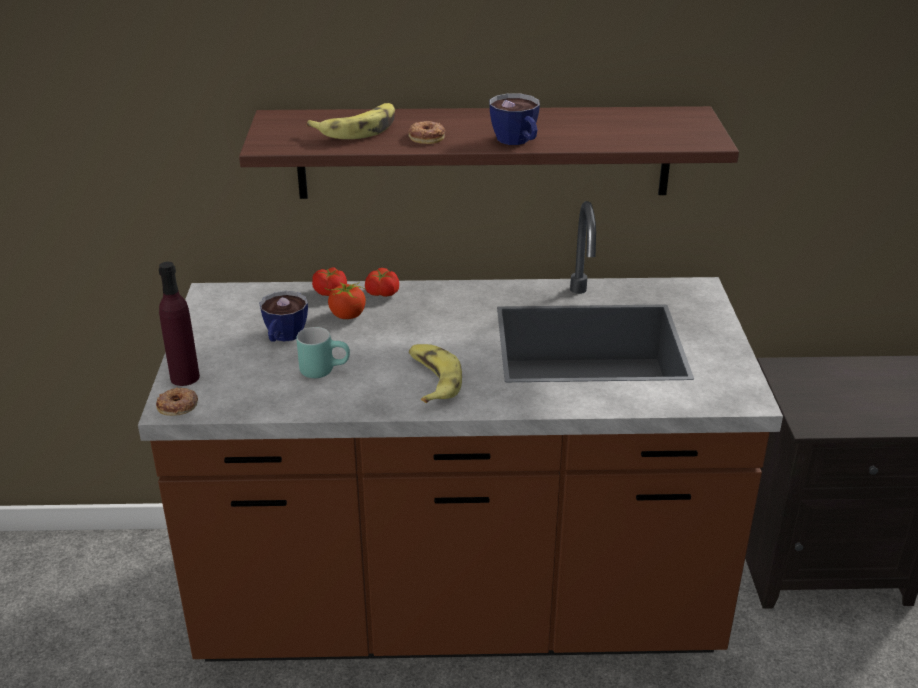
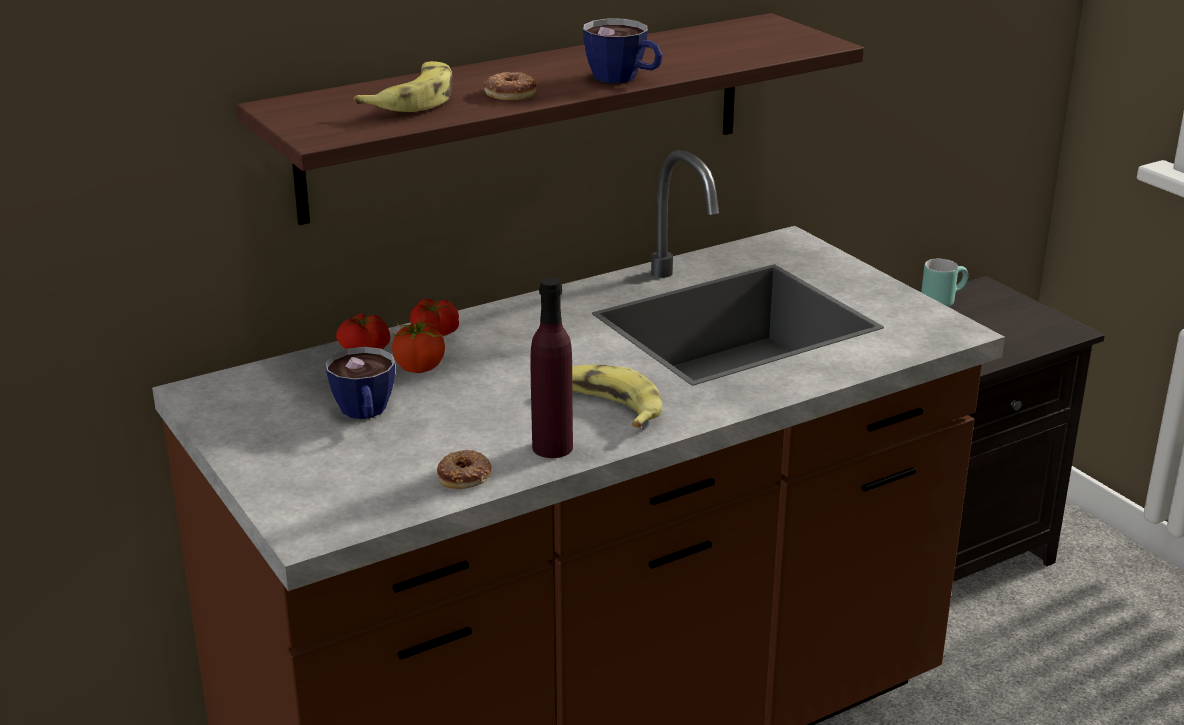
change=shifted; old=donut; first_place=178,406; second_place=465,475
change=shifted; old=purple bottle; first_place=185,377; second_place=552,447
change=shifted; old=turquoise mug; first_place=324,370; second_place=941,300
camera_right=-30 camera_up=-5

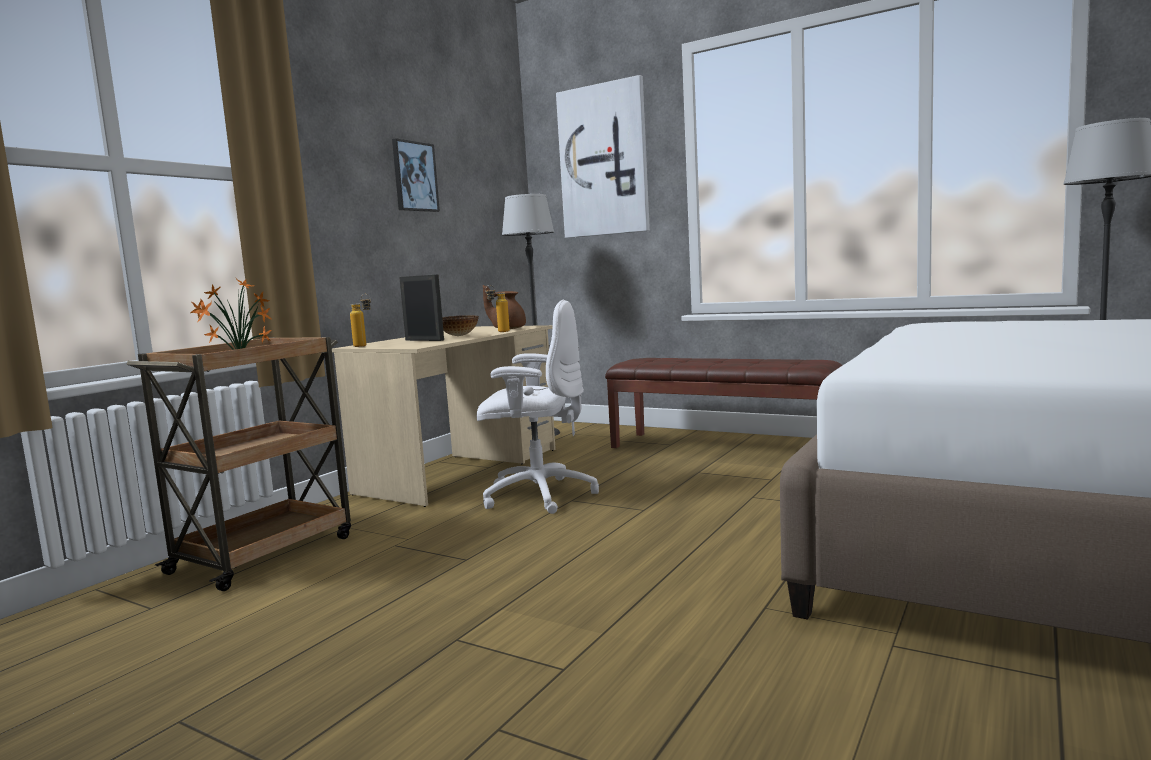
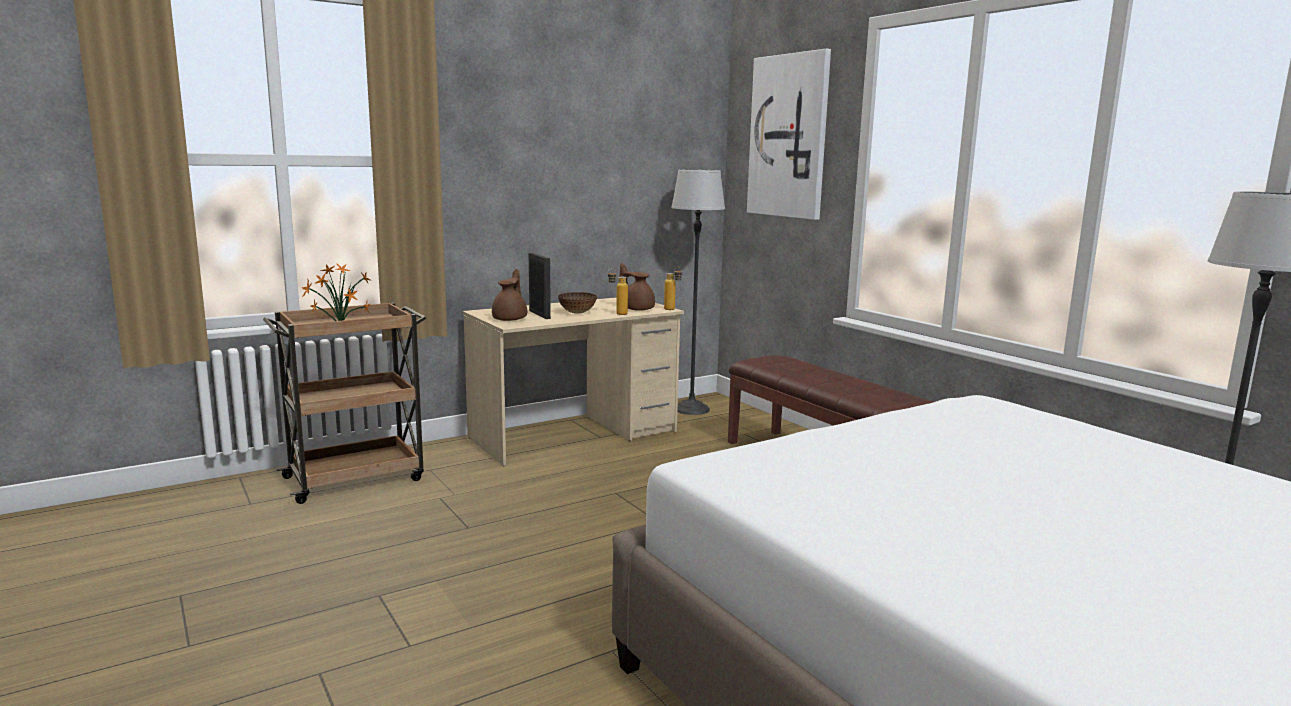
change=new; new=brown teapot; second_place=511,319
change=shifted; old=bottle; first_place=364,346; second_place=673,310
change=gone; old=picture; first_place=414,176
change=gone; old=white office chair; first_place=537,495
camera_right=25 camera_up=5

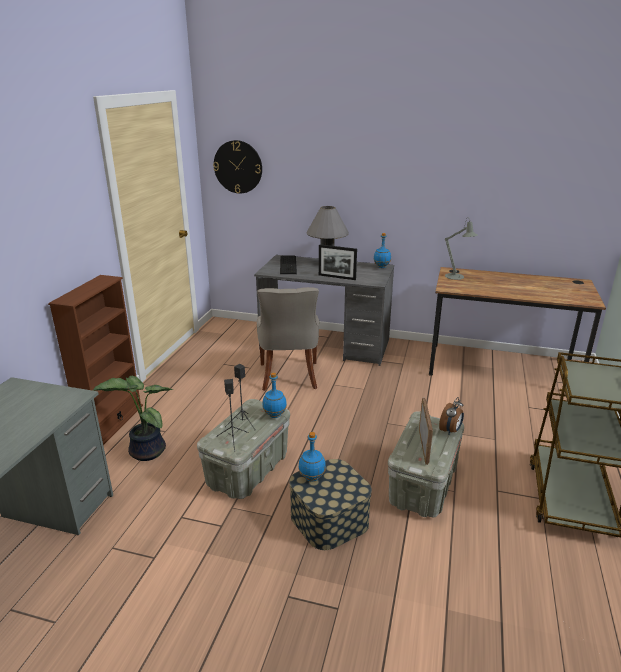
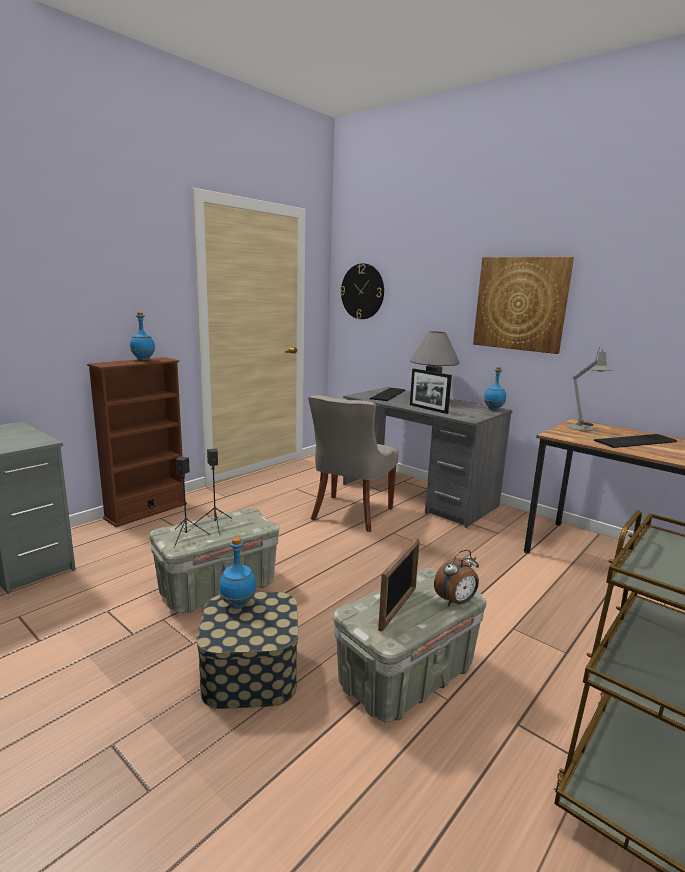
change=shifted; old=blue bottle; first_place=275,415; second_place=143,360
change=new; new=picture; second_place=520,304
change=new; new=keyboard; second_place=637,441
change=gone; old=potted plant; first_place=145,451
camera_right=25 camera_up=-10

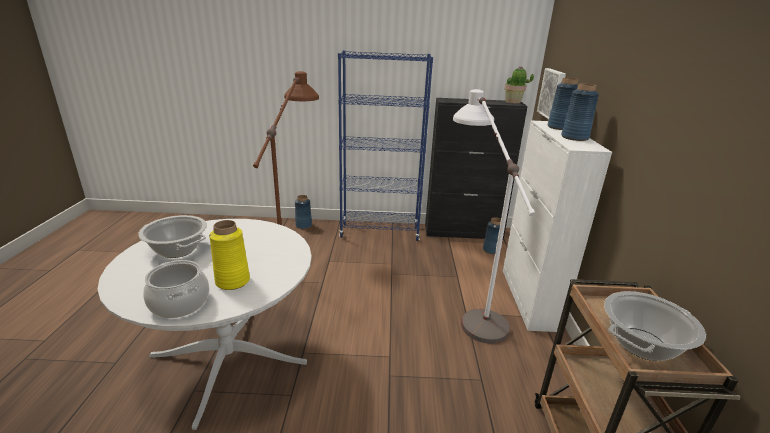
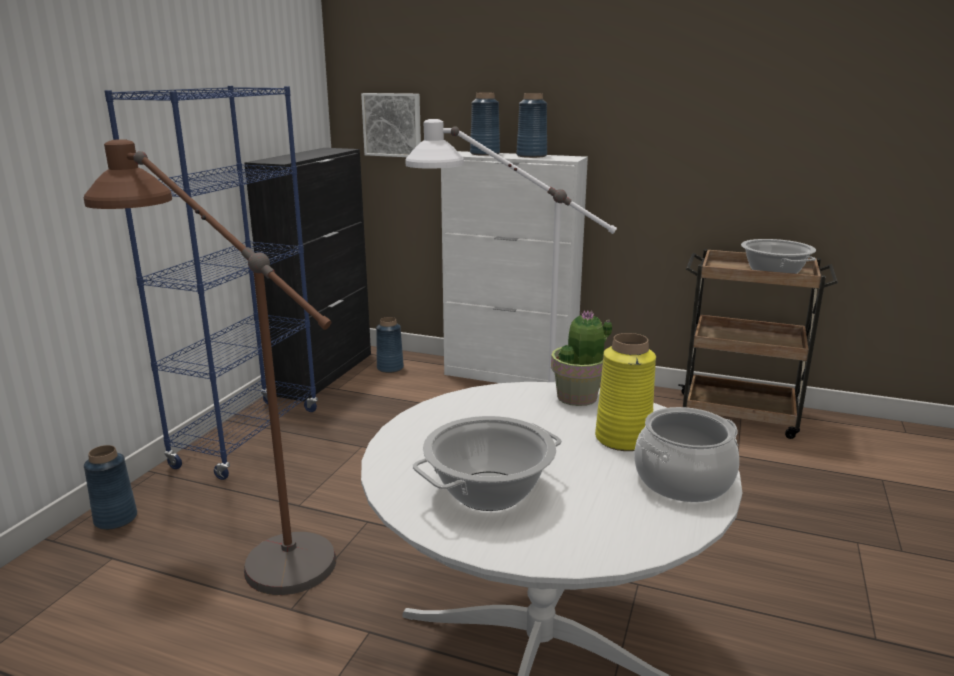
change=shifted; old=potted plant; first_place=513,102; second_place=578,397
camera_right=-70 camera_up=-5

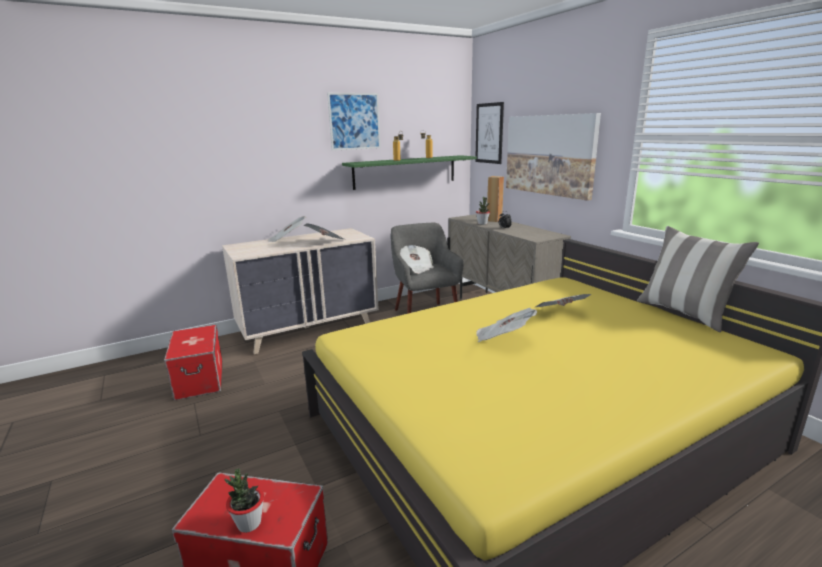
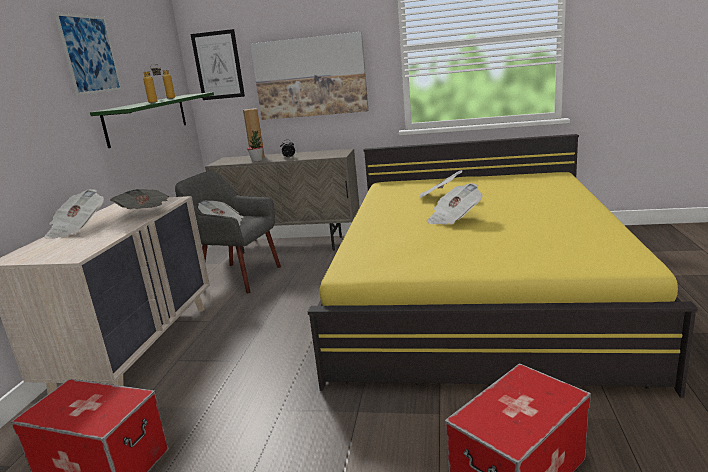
change=gone; old=potted plant; first_place=249,523
change=gone; old=pillow; first_place=684,313
camera_right=-50 camera_up=0

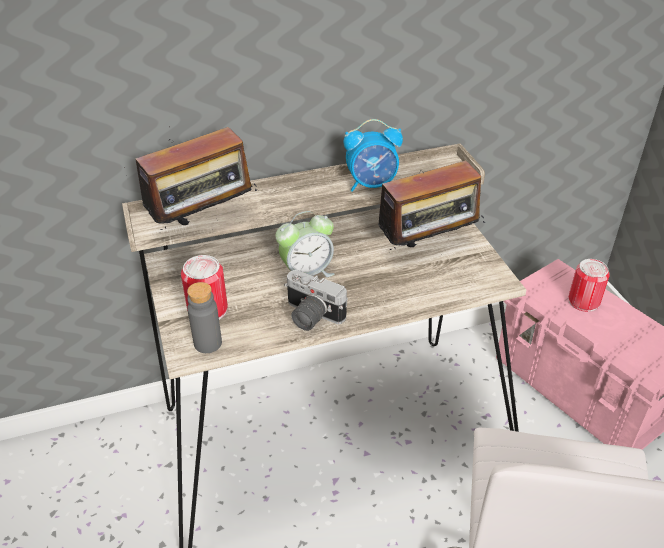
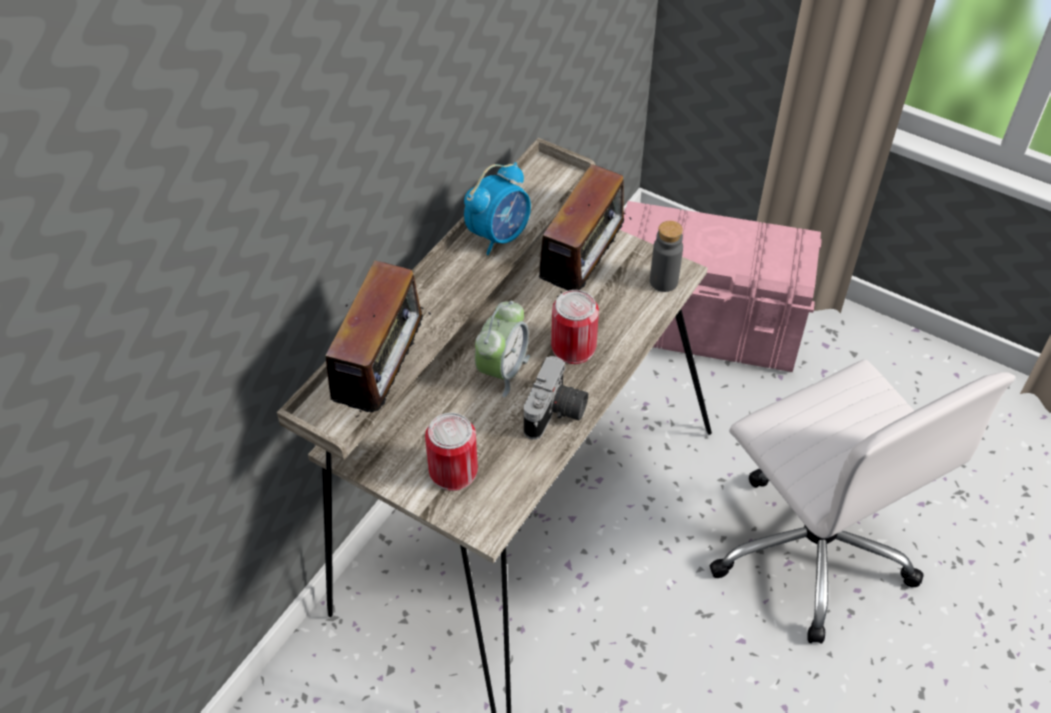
change=rotated; old=photo camera; first_place=310,316; second_place=556,414; degrees=-60
change=shifted; old=can; first_place=583,301; second_place=573,347
change=shifted; old=grey bottle; first_place=208,343; second_place=663,281
camera_right=-40 camera_up=10

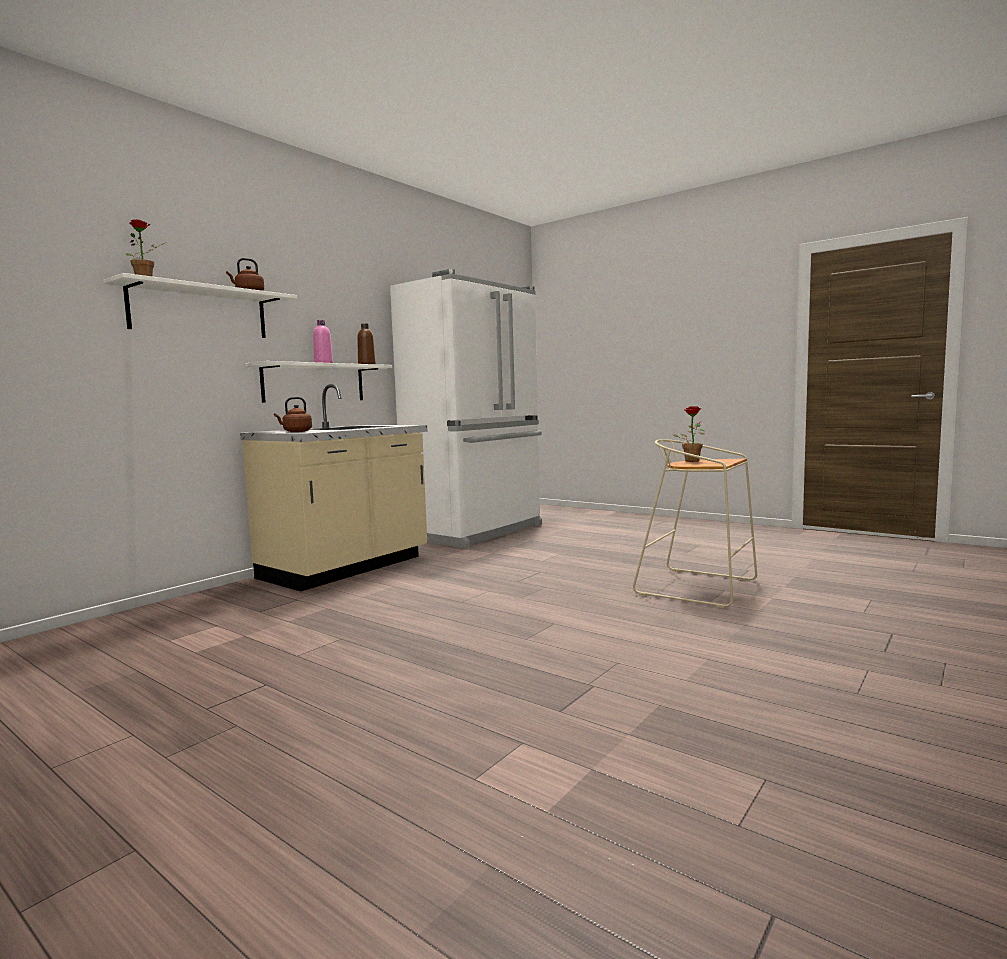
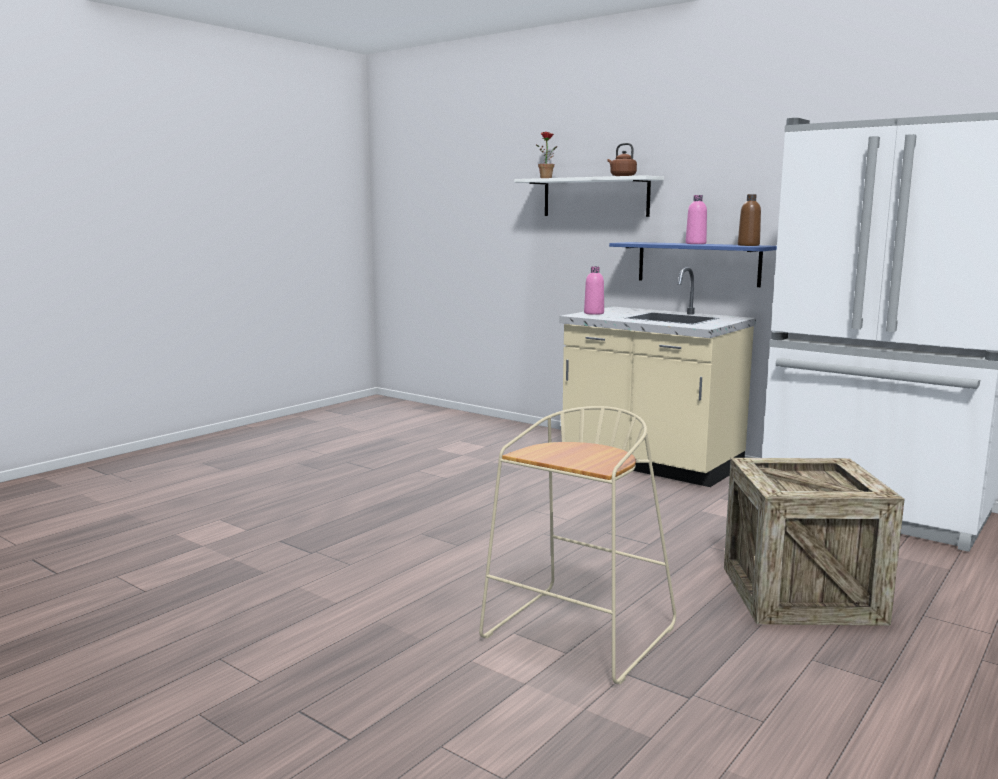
change=swapped; old=brown kettle; new=pink bottle; first_place=296,432; second_place=594,313
change=repainted; old=white shelf; new=blue shelf; first_place=314,383; second_place=698,263
change=new; new=crate; second_place=801,594
change=gone; old=potted plant; first_place=691,460
camera_right=90 camera_up=5

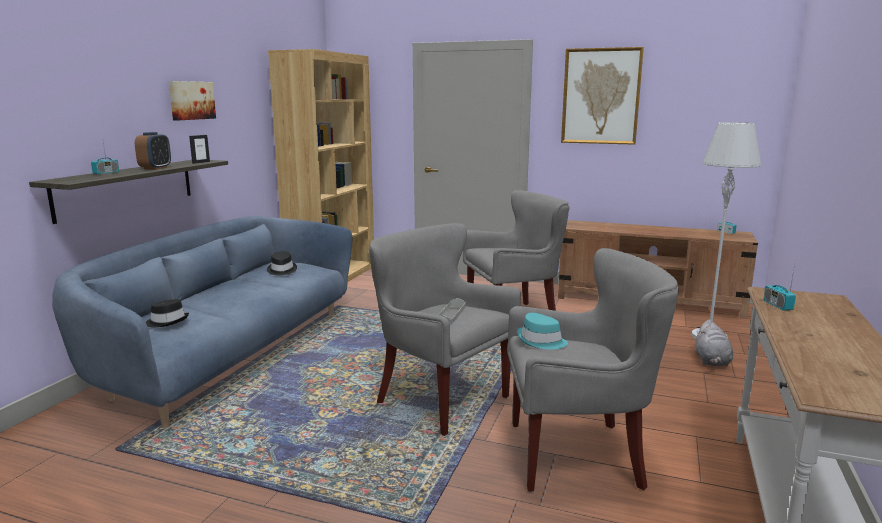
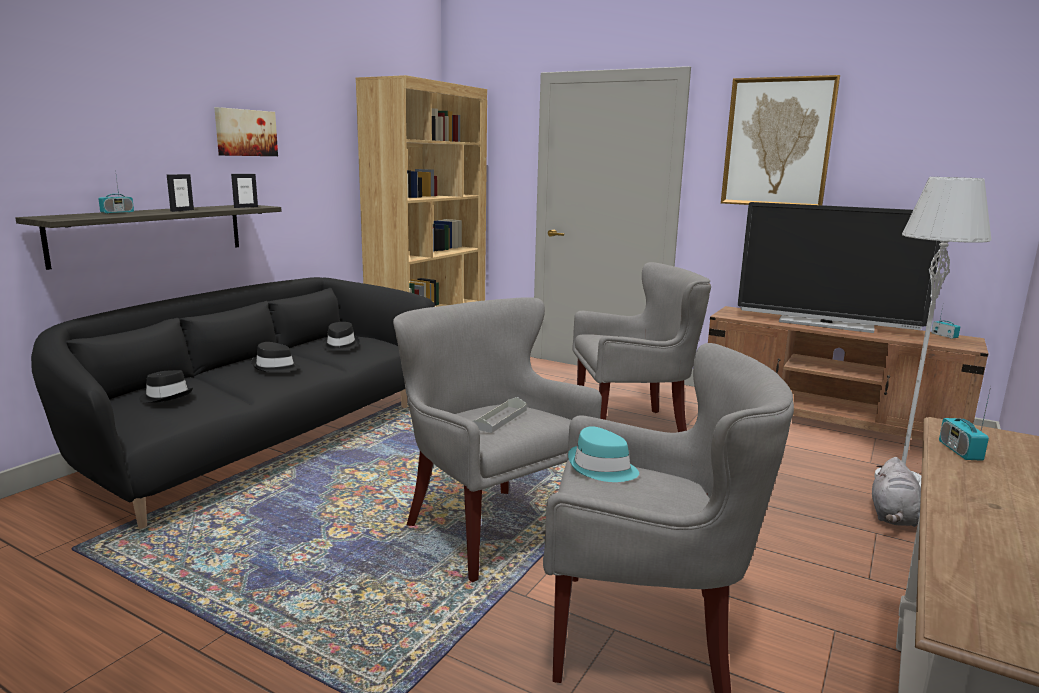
change=repainted; old=blue sofa; new=black sofa; first_place=229,355; second_place=262,444
change=swapped; old=alarm clock; new=picture frame; first_place=155,168; second_place=182,210
change=new; new=black hat; second_place=275,367
change=new; new=television; second_place=825,324
camera_right=10 camera_up=0

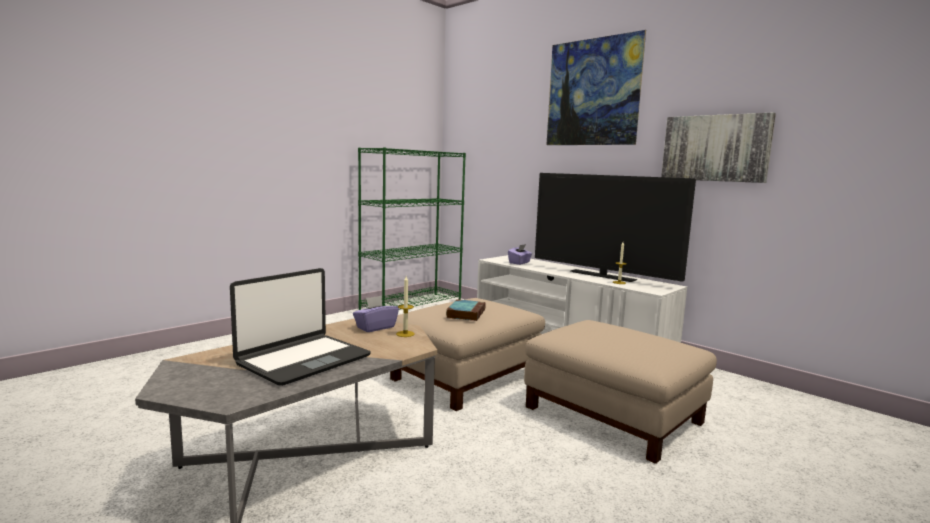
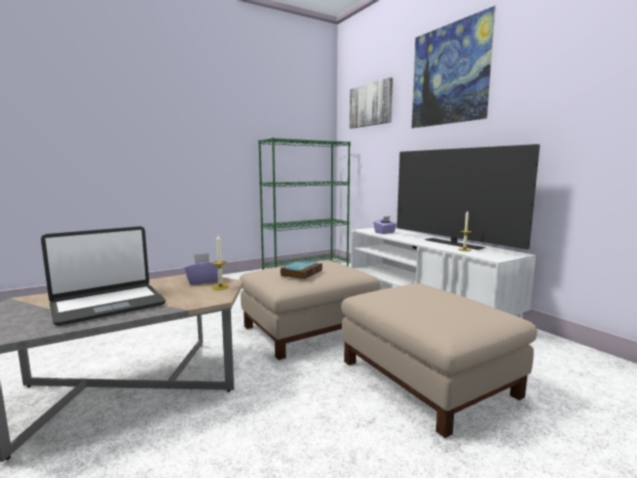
change=shifted; old=picture; first_place=715,148; second_place=371,105
camera_right=15 camera_up=0

